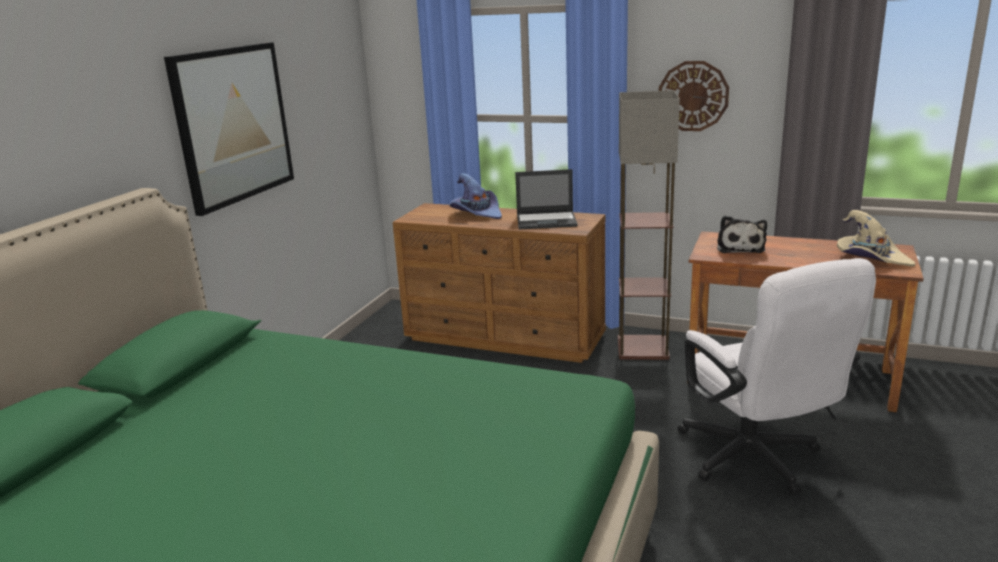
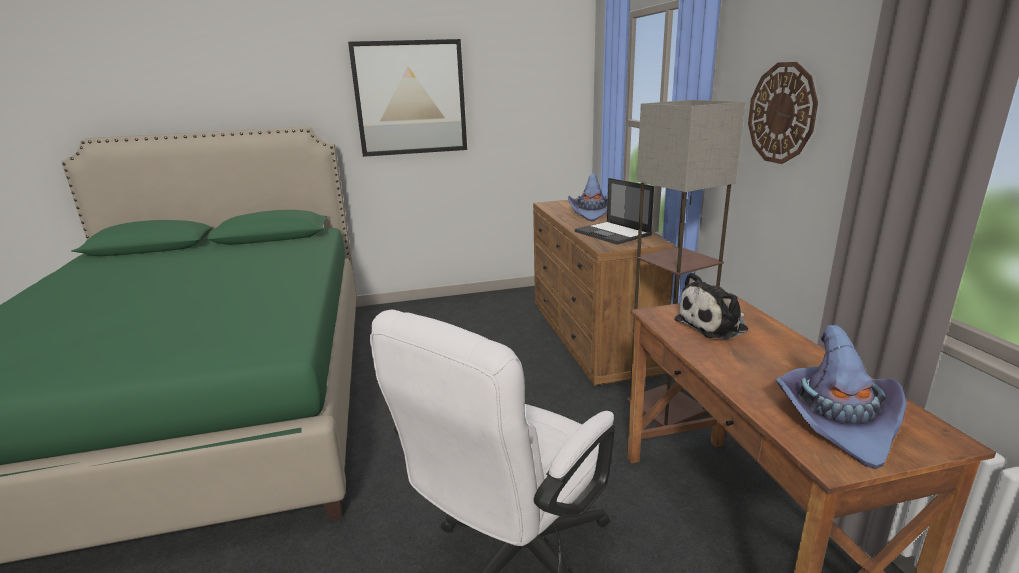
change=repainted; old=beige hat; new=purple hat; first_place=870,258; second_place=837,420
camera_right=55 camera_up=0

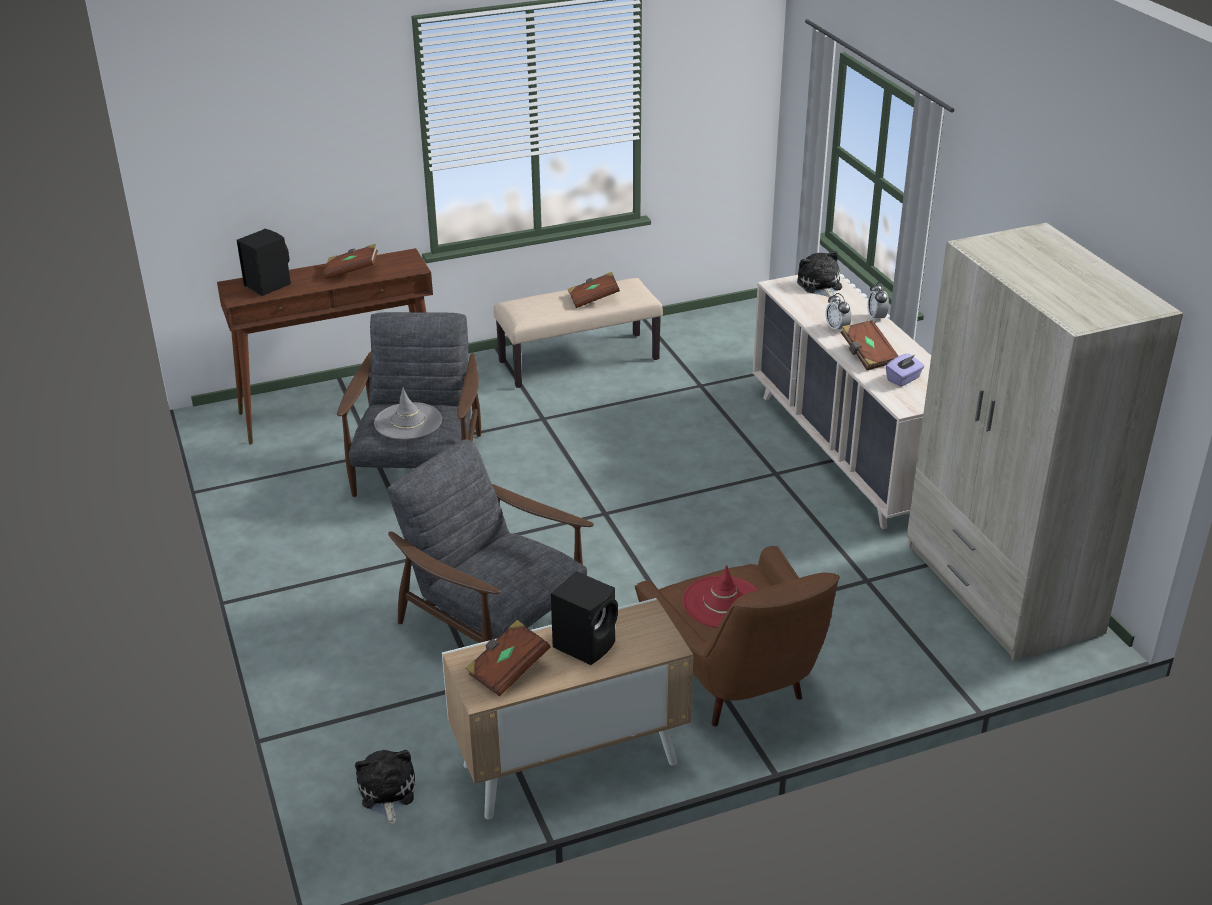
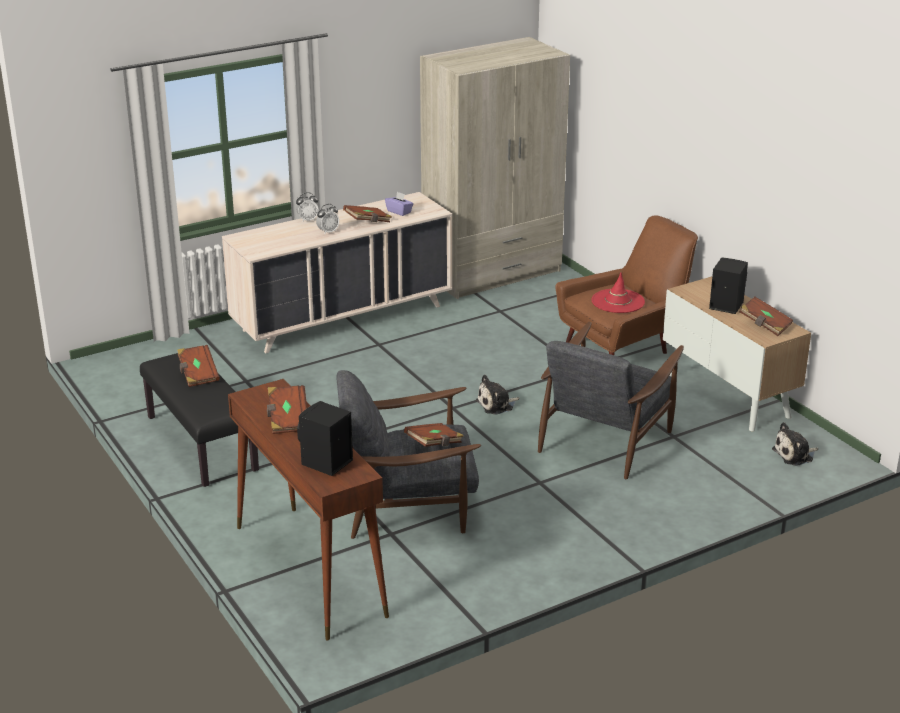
change=repainted; old=beige bench; new=black bench; first_place=579,360; second_place=200,443
change=swapped; old=grey hat; new=brown book; first_place=408,422; second_place=434,444
change=shifted; old=plush toy; first_place=820,286; second_place=497,405
camera_right=-100 camera_up=-5

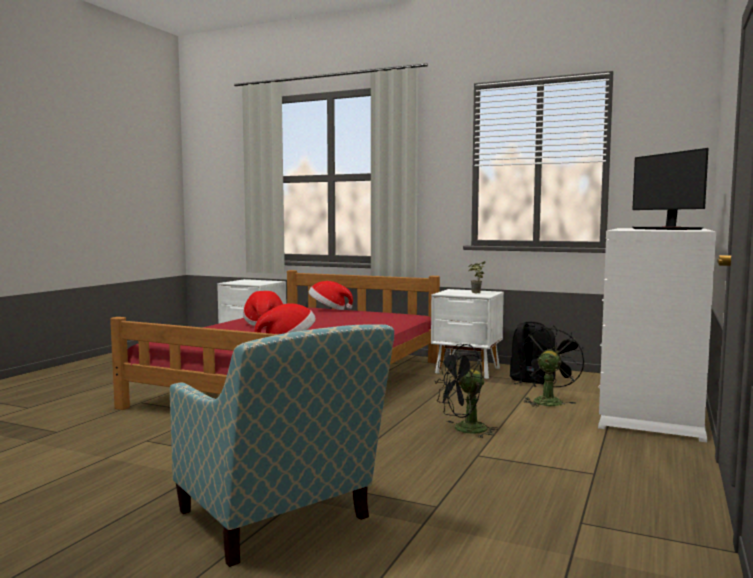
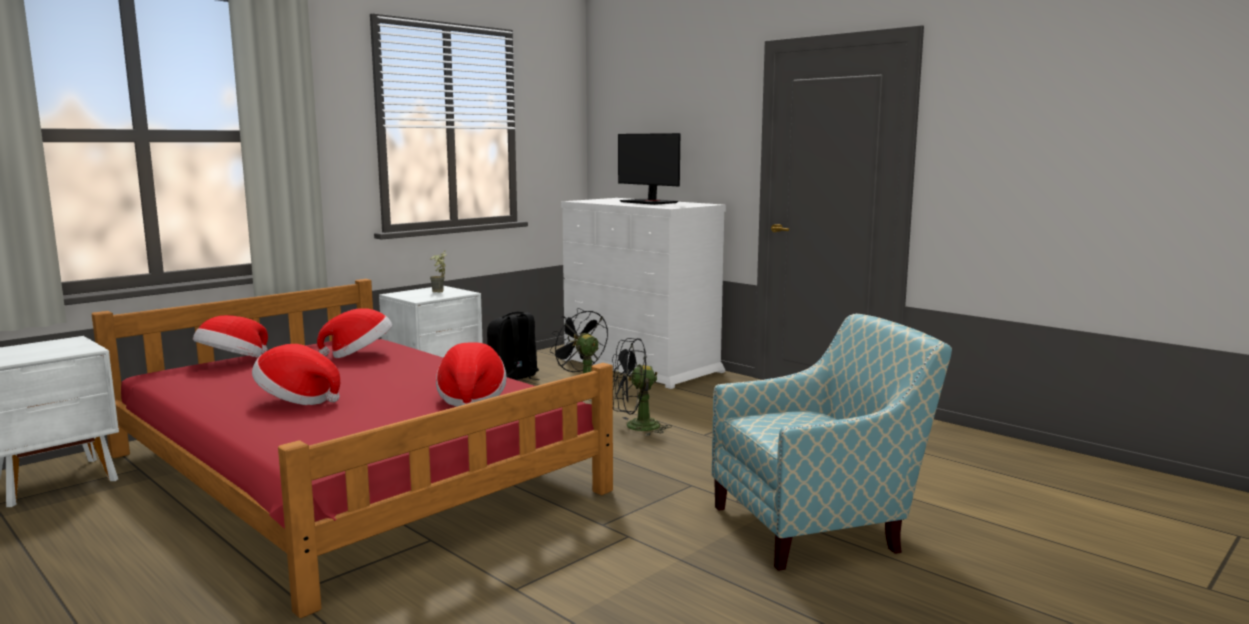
change=new; new=hat; second_place=359,355
change=rotated; old=black fan; first_place=464,430; second_place=635,427; degrees=75
change=rotated; old=monitor; first_place=667,229; second_place=649,202; degrees=45
camera_right=-70 camera_up=5

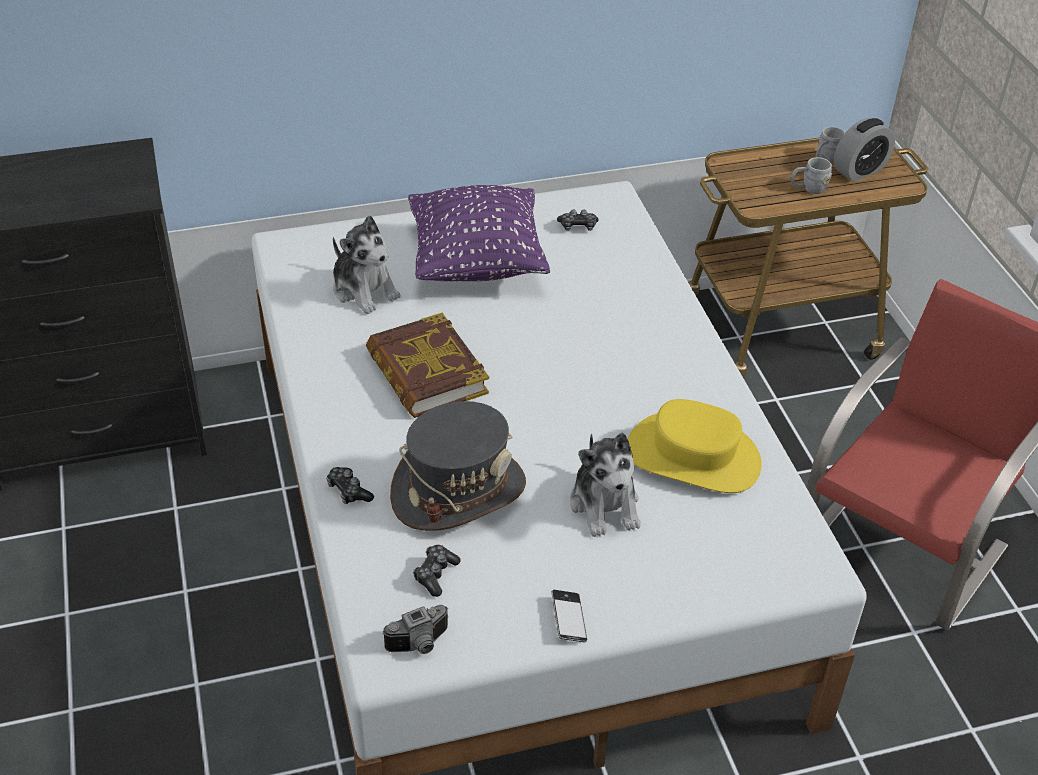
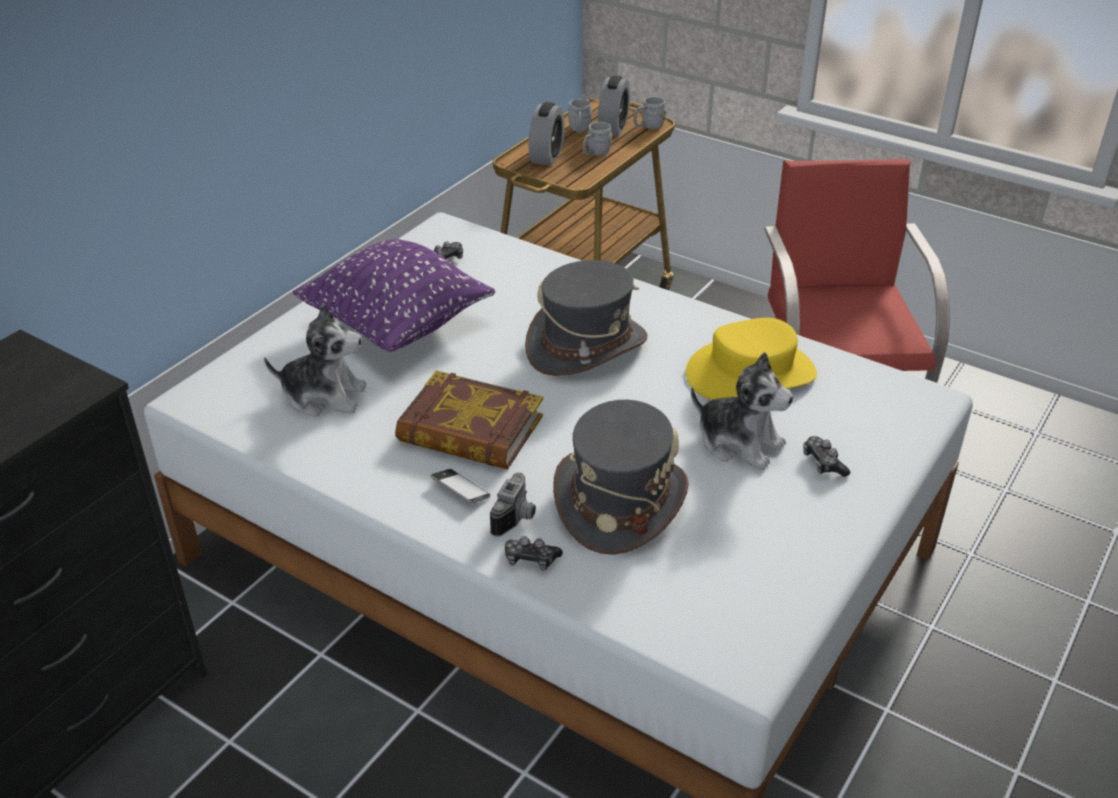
change=shifted; old=phone; first_place=568,619; second_place=460,490
change=shifted; old=photo camera; first_place=420,645; second_place=517,518
change=new; new=grey hat; second_place=586,346
change=new; new=alarm clock; second_place=546,156
change=new; new=grey mug; second_place=648,126
change=shifted; old=game controller; first_place=435,574; second_place=823,463
camera_right=-40 camera_up=-5

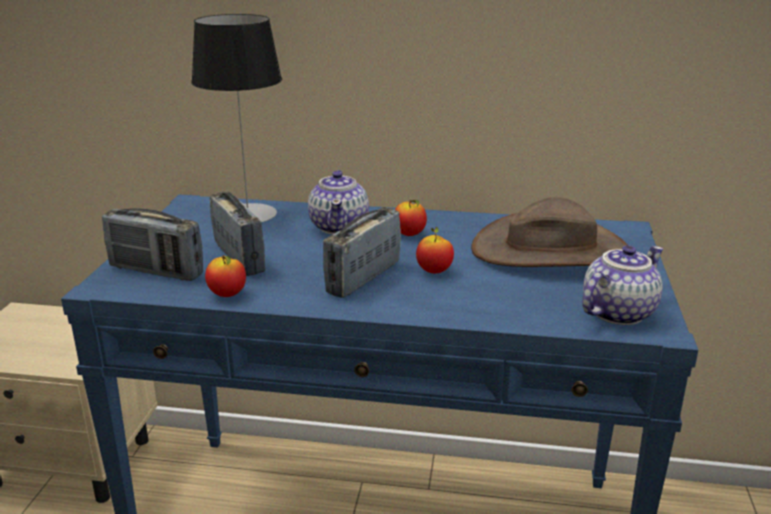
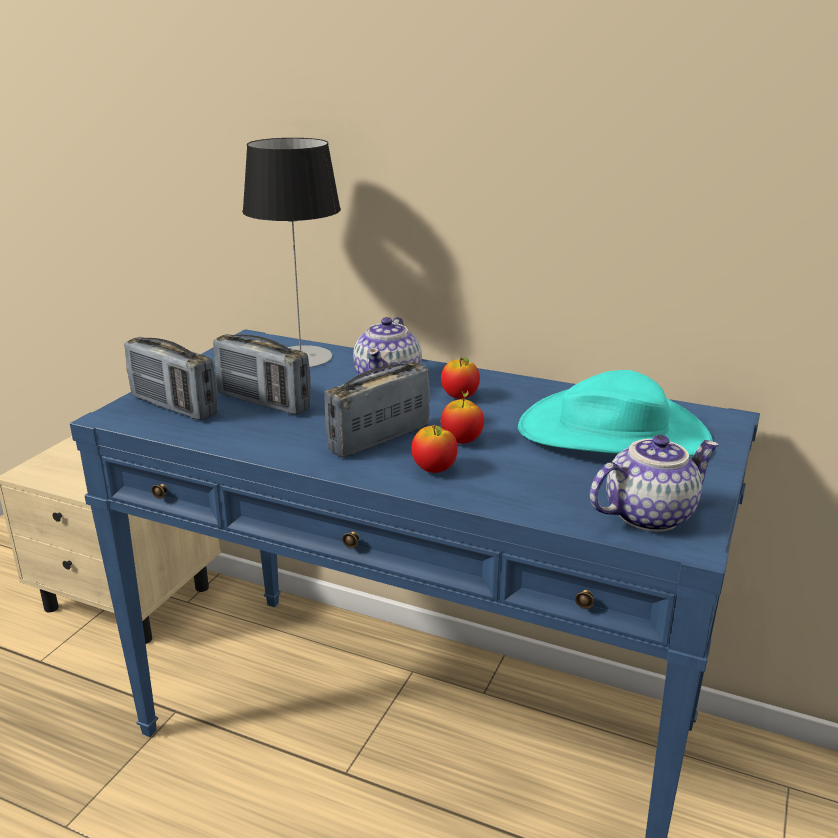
change=rotated; old=radio; first_place=239,258; second_place=263,402; degrees=135
change=shifted; old=apple; first_place=227,295; second_place=434,470
change=repainted; old=brown hat; new=turquoise hat; first_place=551,250; second_place=613,433
camera_right=15 camera_up=0

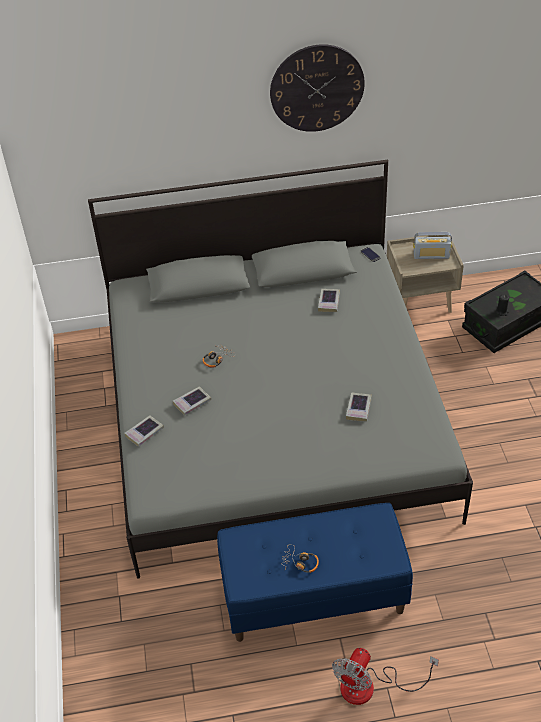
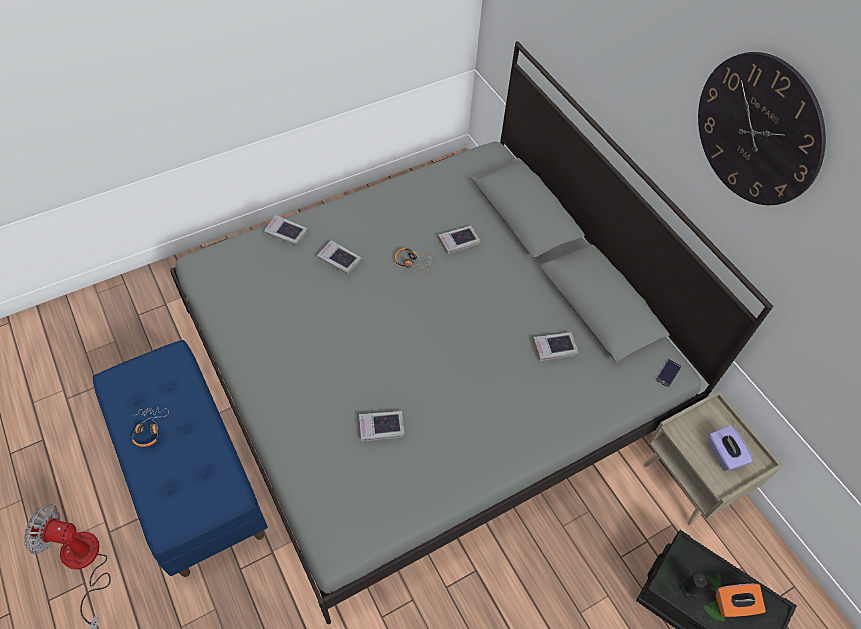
change=new; new=book; second_place=459,242
change=swapped; old=radio; new=purple tissue box; first_place=431,255; second_place=724,454
change=new; new=orange tissue box; second_place=734,604
camera_right=65 camera_up=10

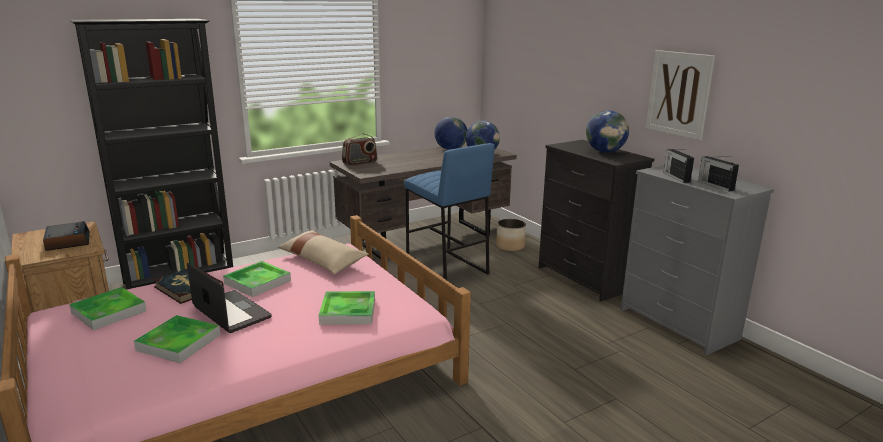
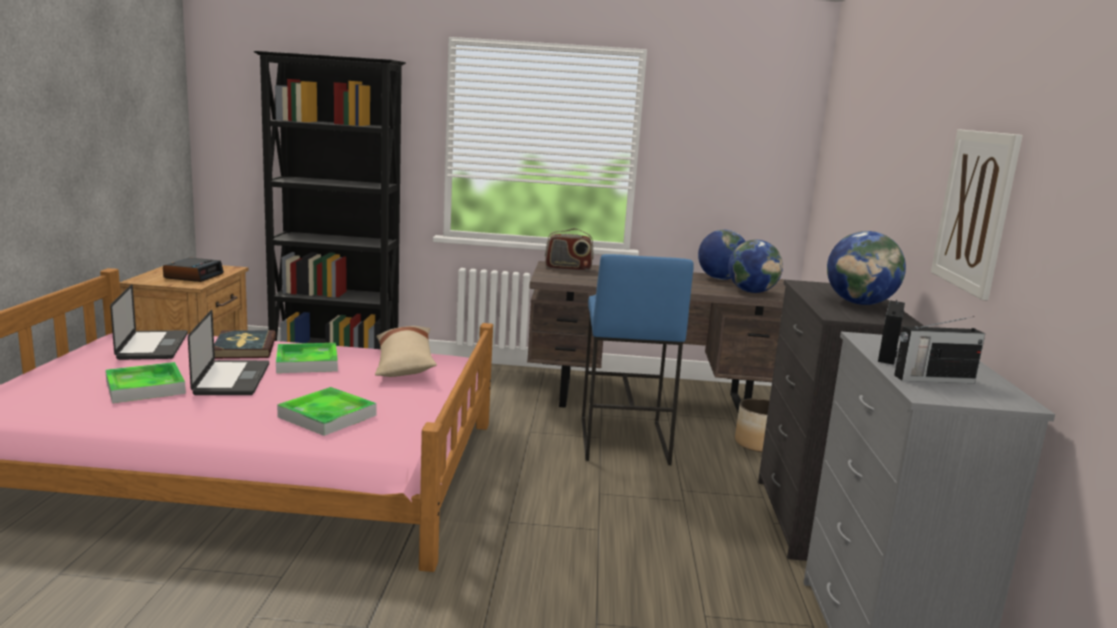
change=swapped; old=tray; new=laptop; first_place=109,312; second_place=153,346
change=rotated; old=radio; first_place=715,185; second_place=932,379; degrees=-105
camera_right=35 camera_up=-5

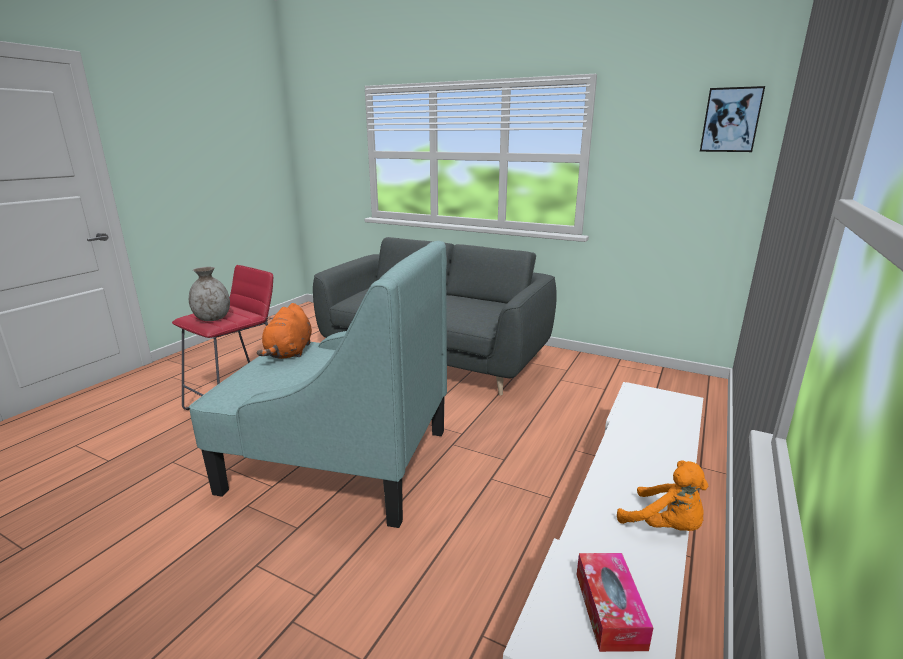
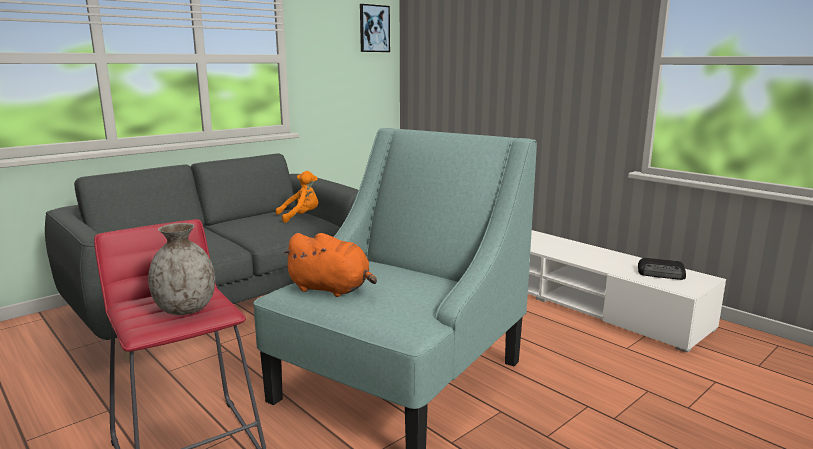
change=shifted; old=orange plush toy; first_place=664,526; second_place=300,217
change=swapped; old=tissue box; new=radio; first_place=609,609; second_place=662,273
camera_right=-70 camera_up=-5

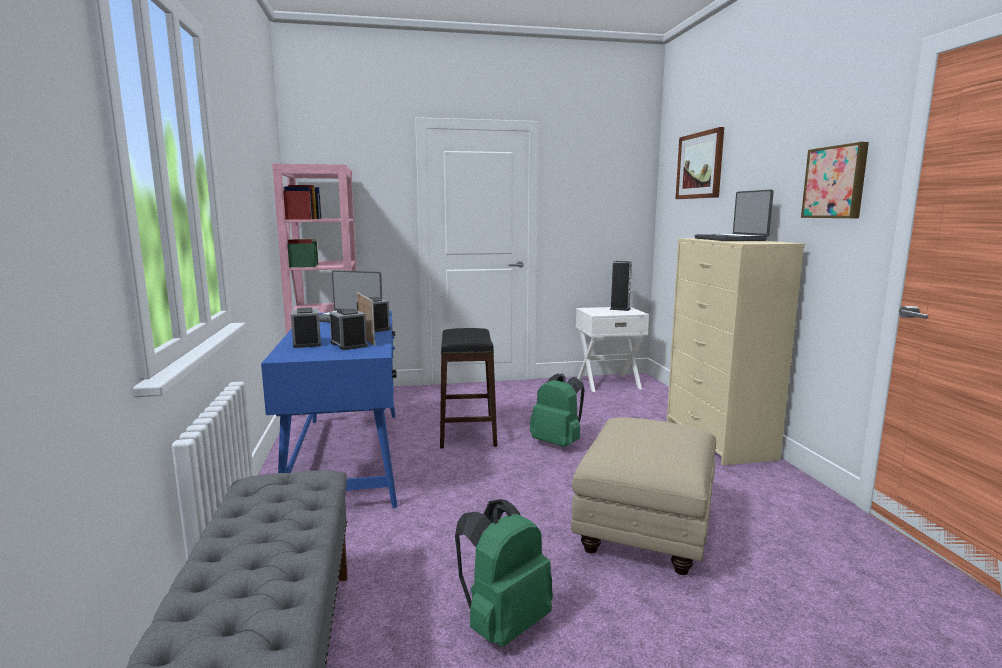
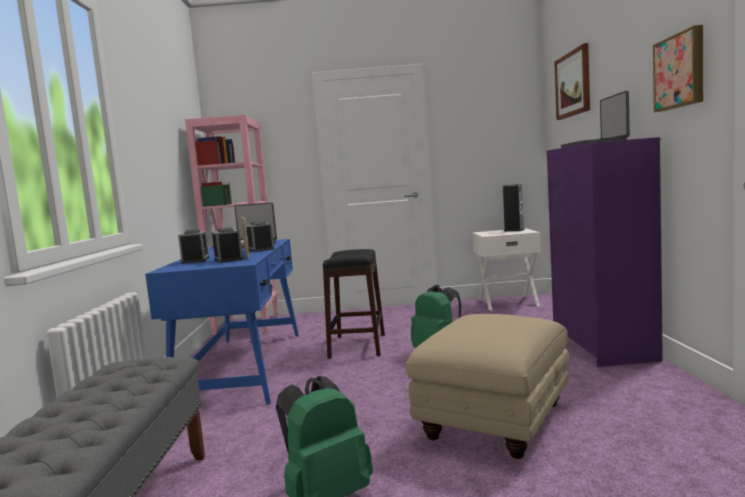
change=repainted; old=beige dresser; new=purple dresser; first_place=719,440; second_place=602,346
camera_right=10 camera_up=-5

